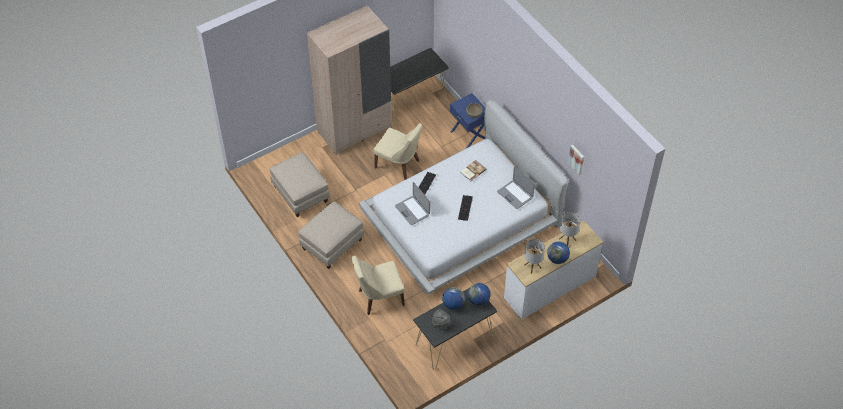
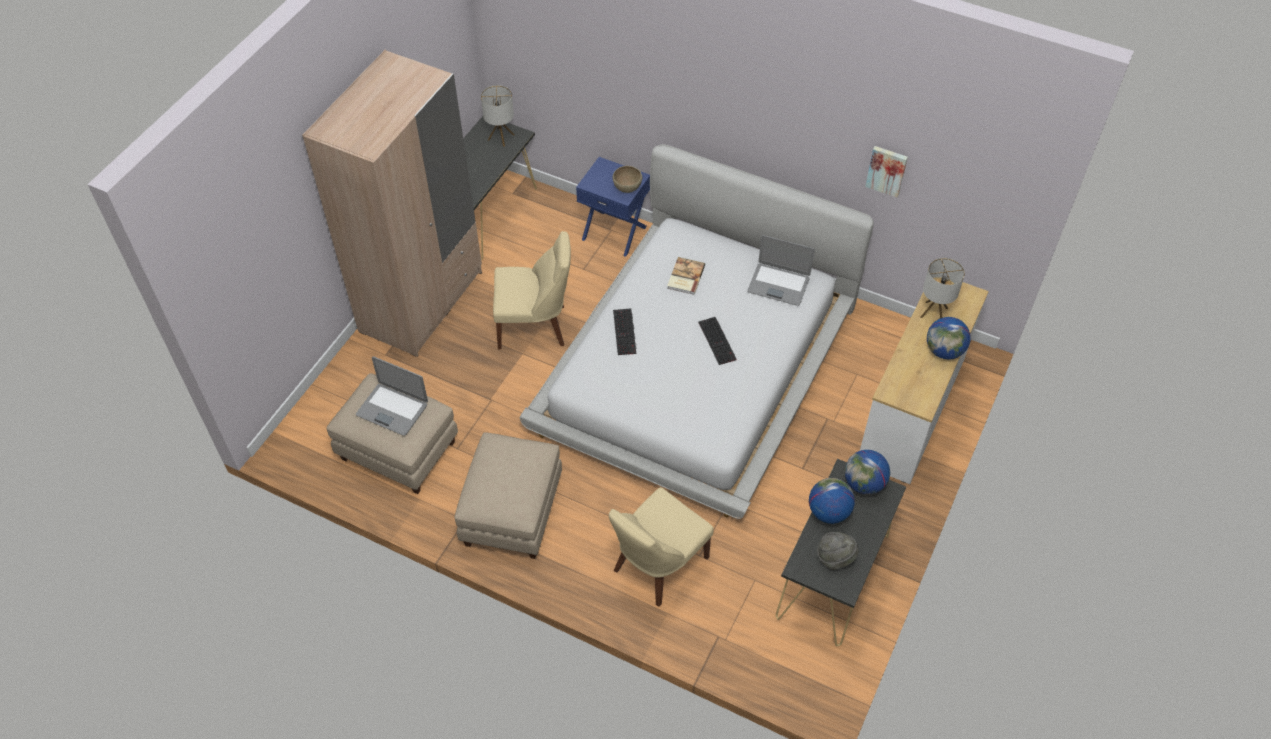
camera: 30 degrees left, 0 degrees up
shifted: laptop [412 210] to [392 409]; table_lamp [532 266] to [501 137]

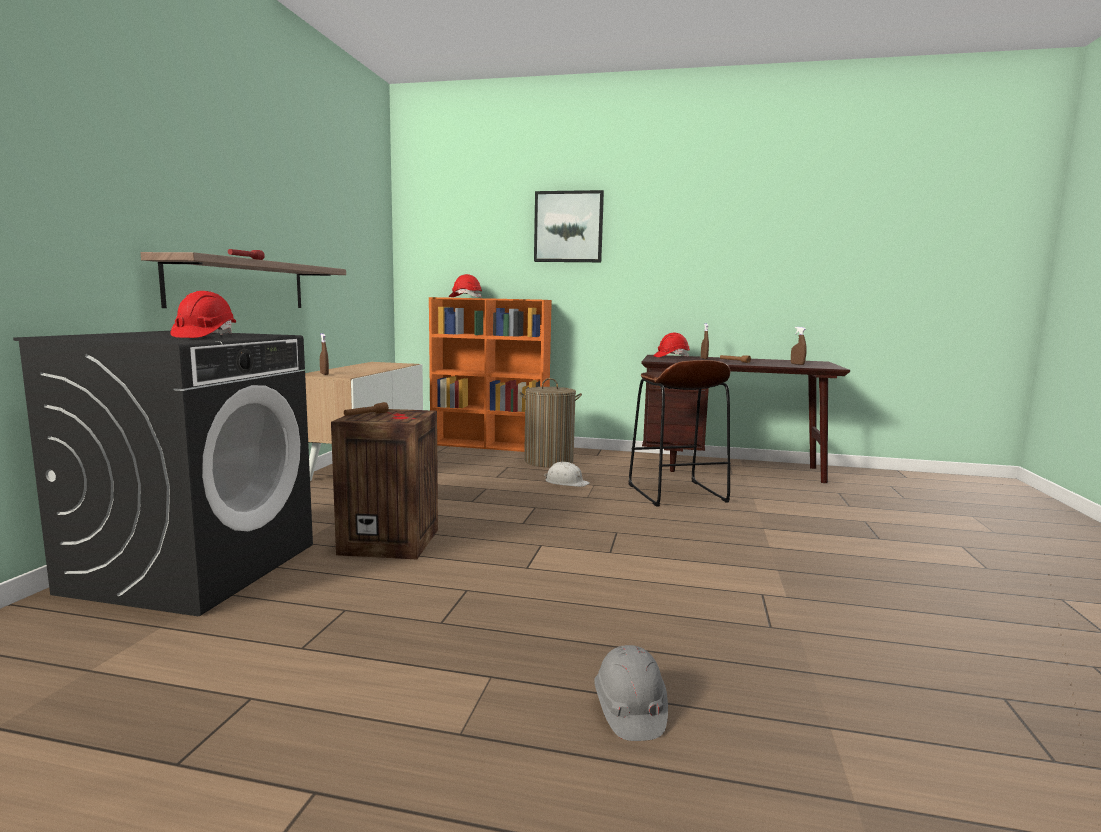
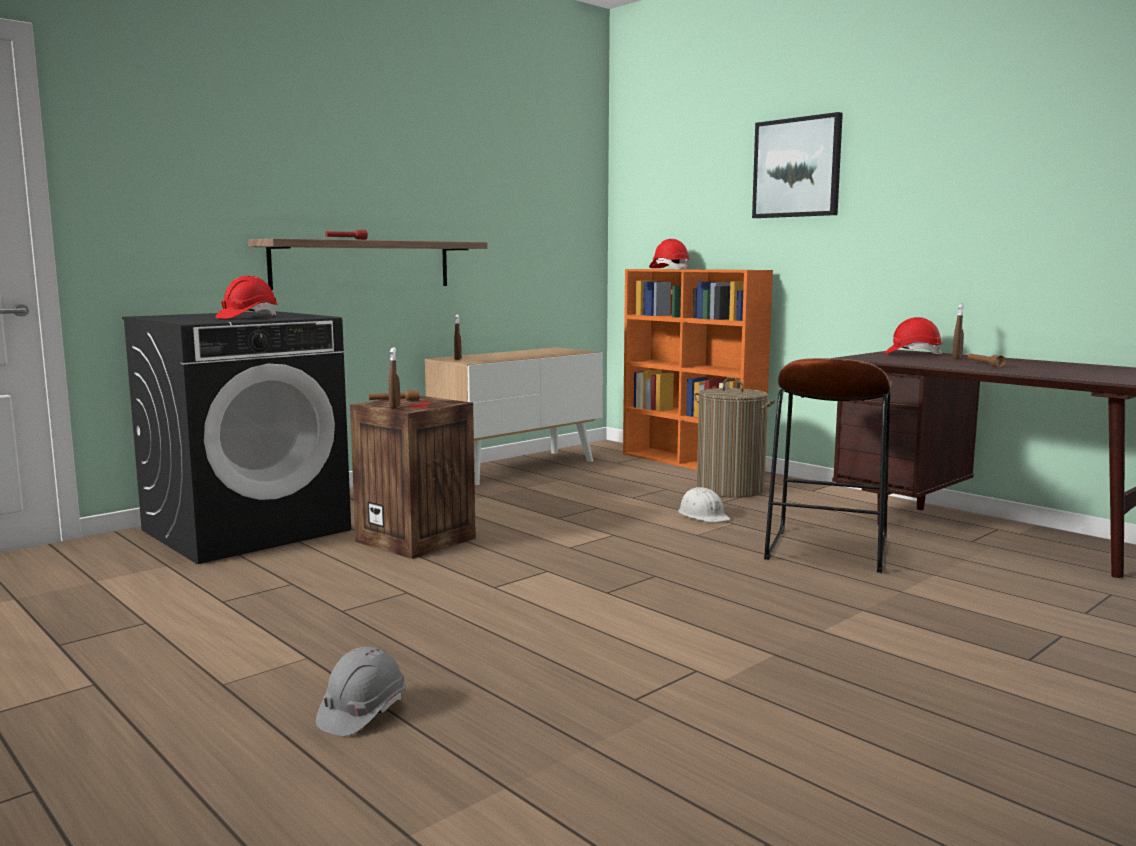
camera: 35 degrees right, 0 degrees up
shifted: brown_spray_bottle [797 364] to [394 407]

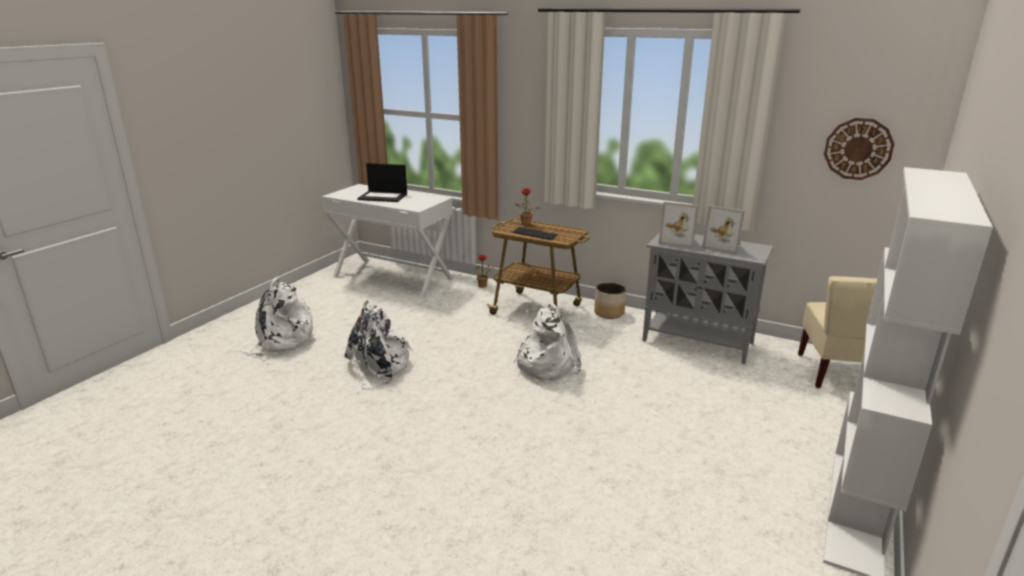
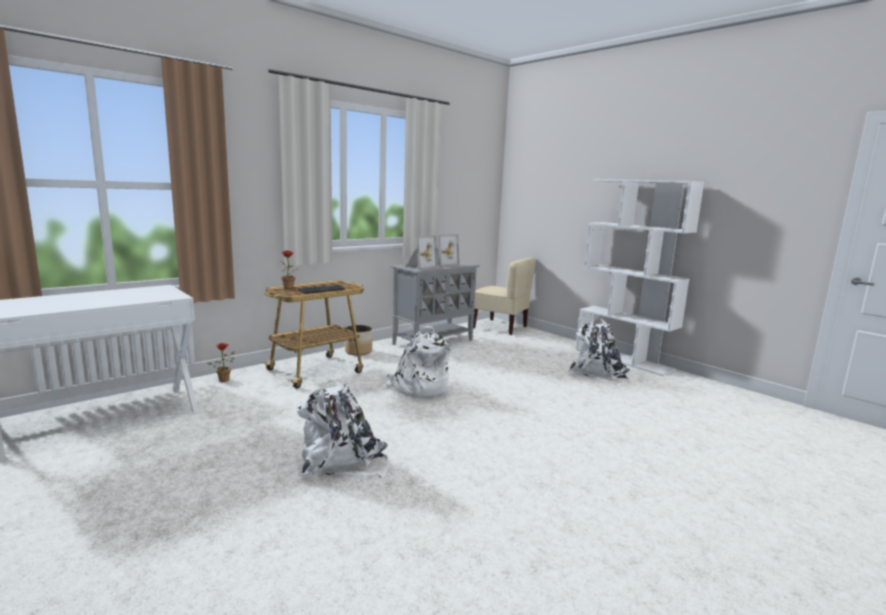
camera: 70 degrees left, 10 degrees down
gone: laptop [383 197]; wall_clock [858 149]
shifted: white_backpack [281 341] to [598 374]

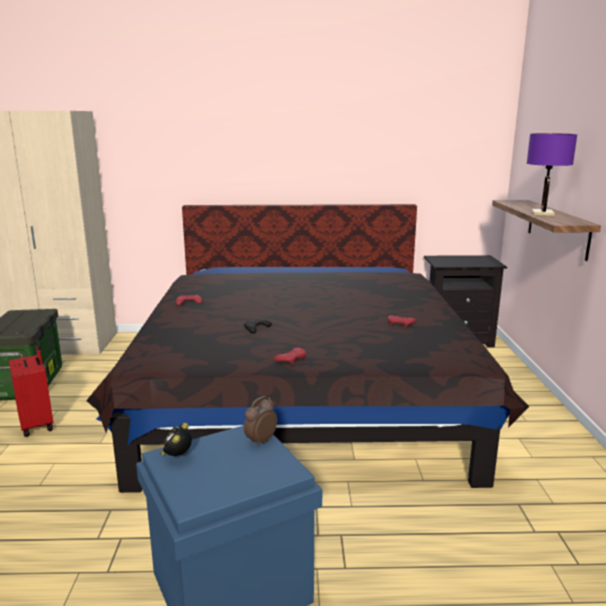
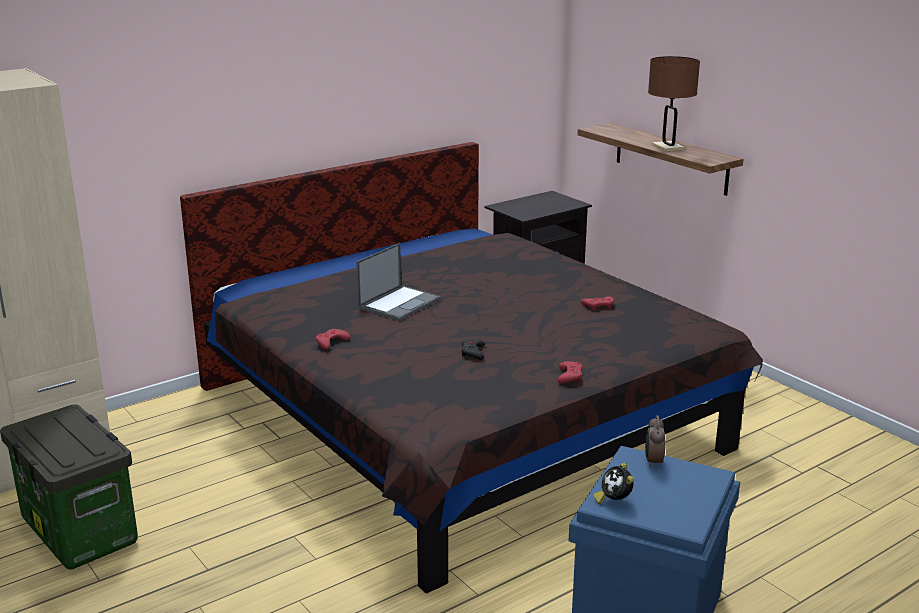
camera: 35 degrees left, 5 degrees up
gone: red_suitcase [38 425]
new: laptop [400 303]
repainted: purple_table_lamp [542 213] to brown_table_lamp [667 147]

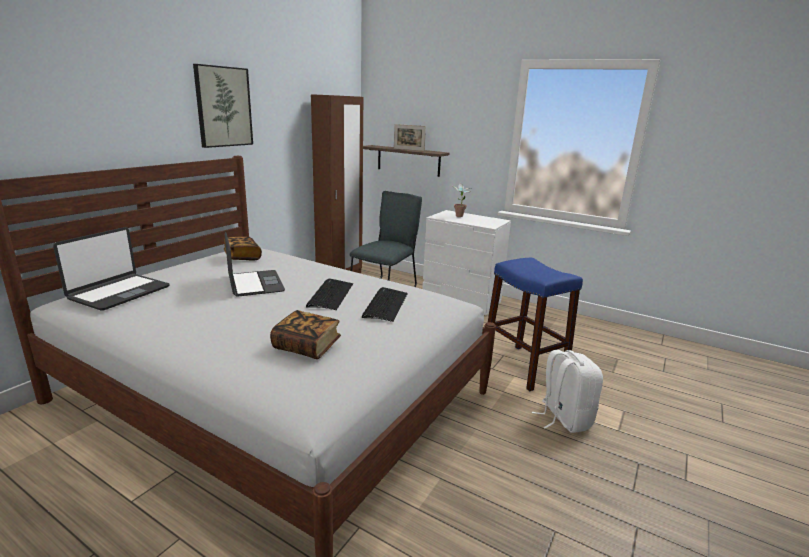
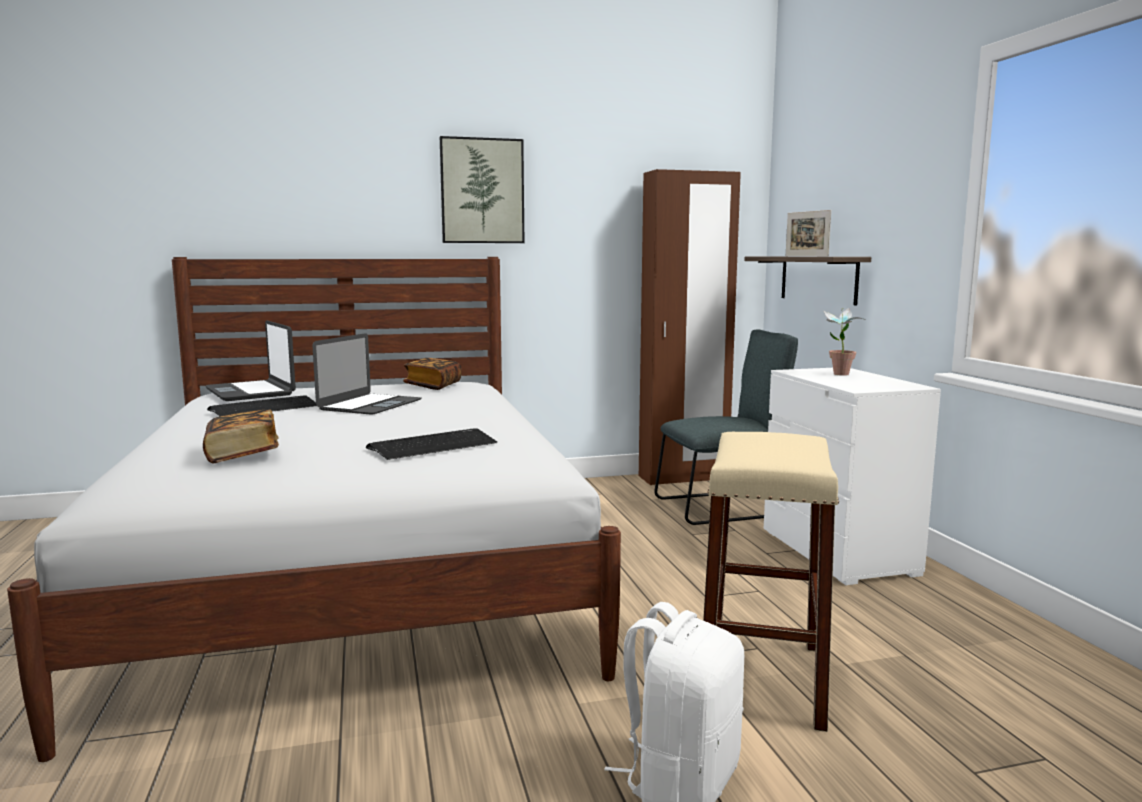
camera: 45 degrees right, 10 degrees down
shifted: keyboard [330 295] to [265 408]
repainted: blue_stool [523 367] to beige_stool [762 678]
rotated: laptop [119 293] = [251 392] 75 degrees clockwise

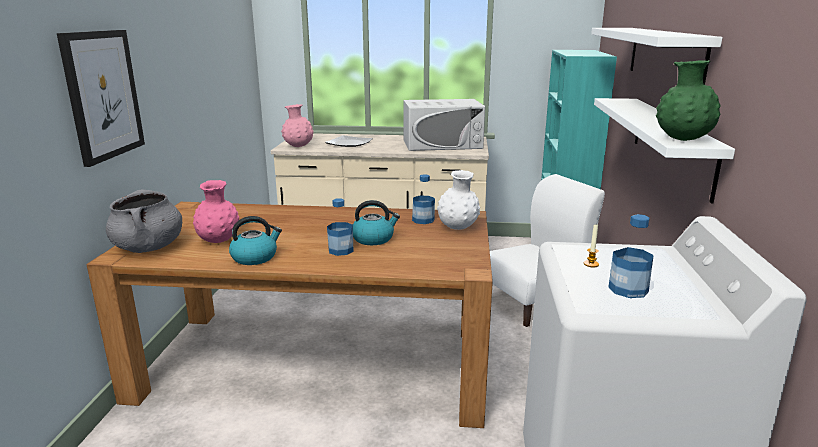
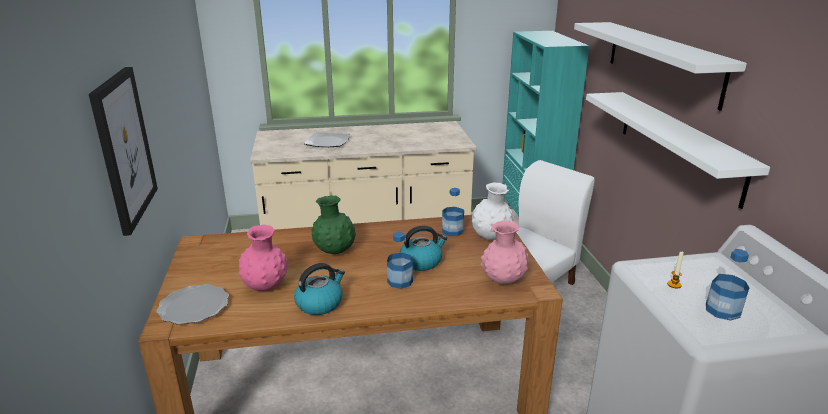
camera: 15 degrees left, 5 degrees up
gone: white_microwave [442 144]
shifted: pink_vase [298 147] to [503 281]; green_vase [683 140] to [334 251]
swapped: grey_cooking_pot [149 247] to plate [194 307]

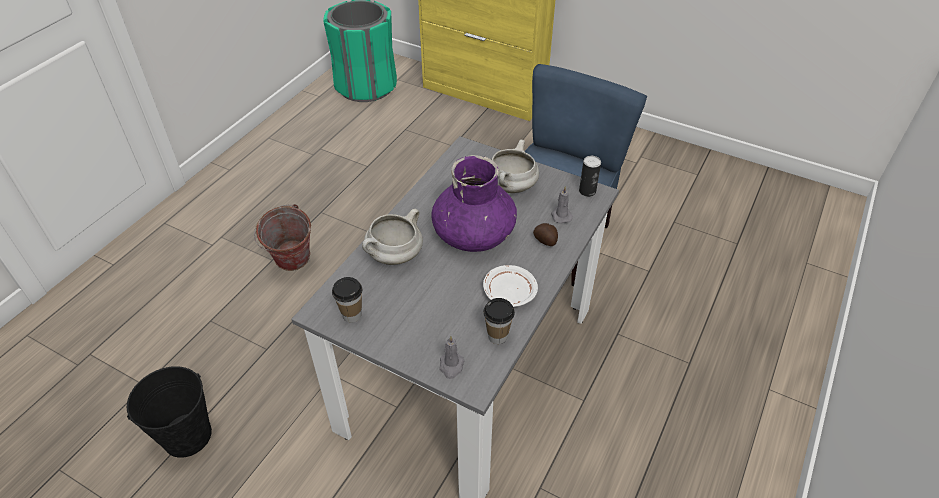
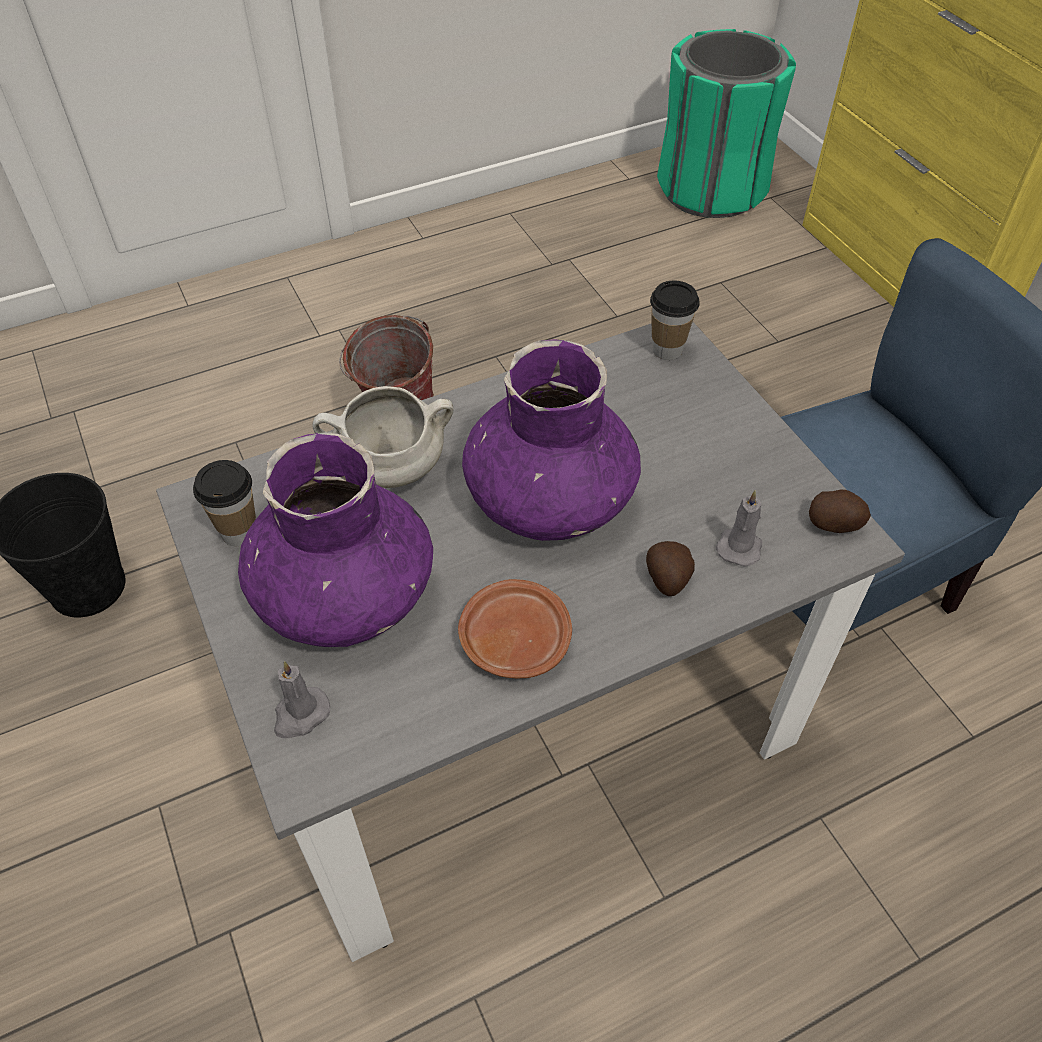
camera: 35 degrees right, 5 degrees up
gone: white_cooking_pot [511 187]
new: purple_vase [345 596]
shifted: cup [497 336] to [667 350]
swapped: can [587 191] to potato [834 525]
repainted: white_plate [509 292] to brown_plate [514 639]

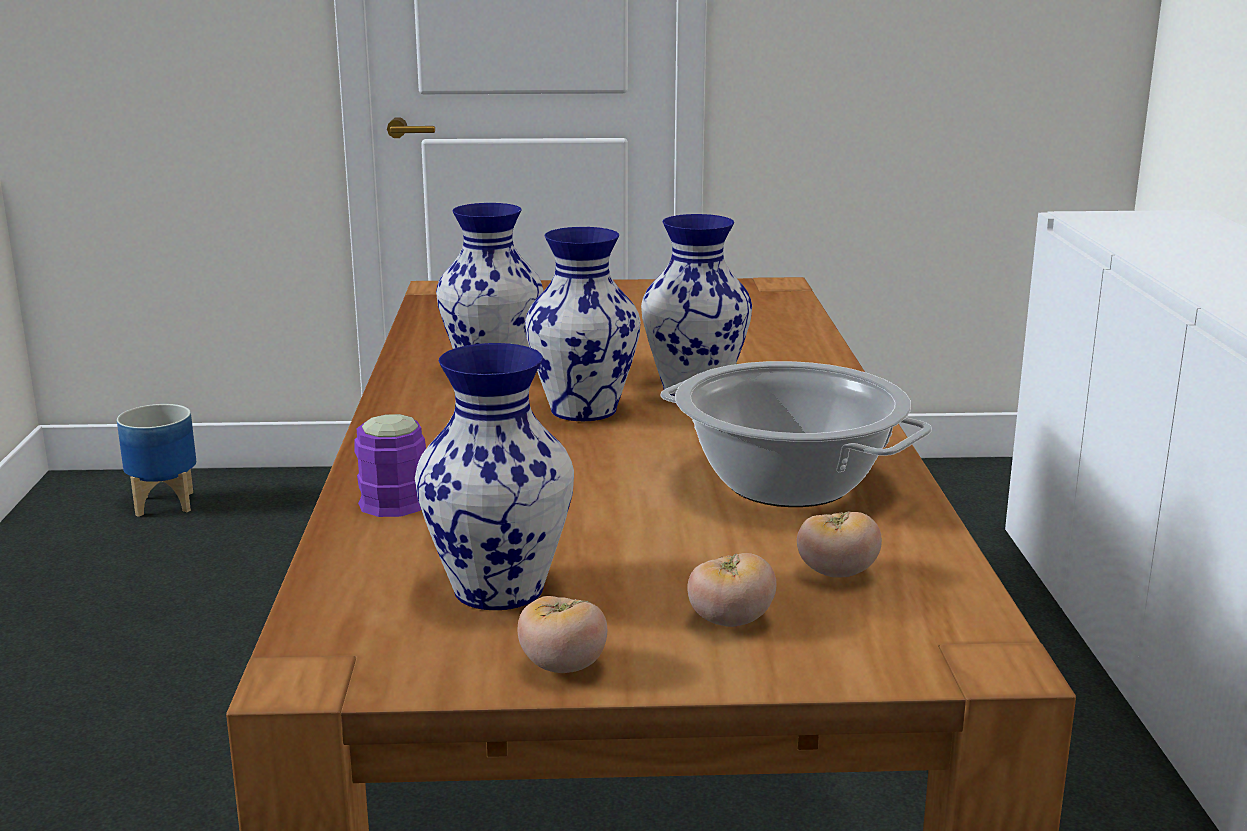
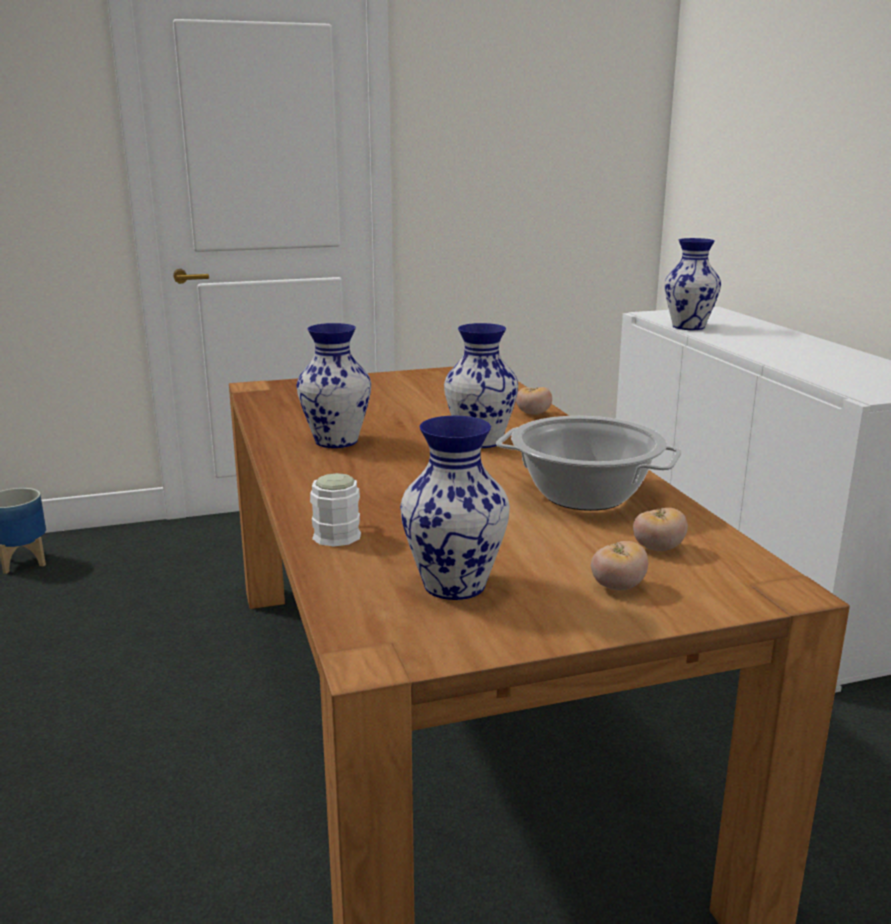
camera: 15 degrees left, 0 degrees up
shifted: tomato [563 666] to [533 414]; vase [585 410] to [689 327]
repainted: purple_mug [399 497] to white_mug [338 531]

